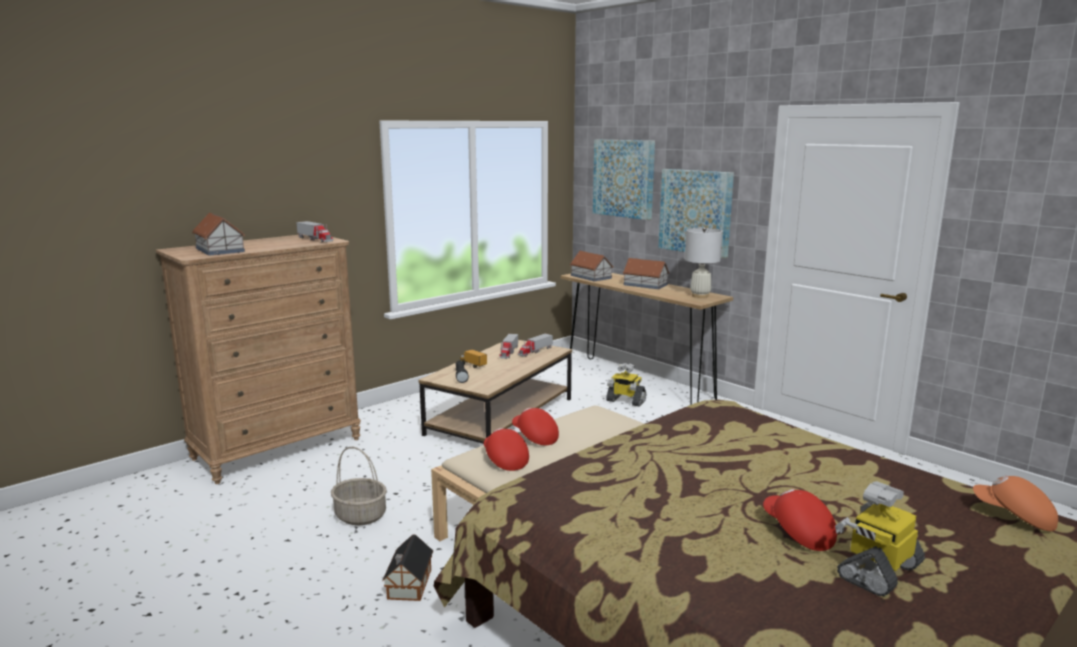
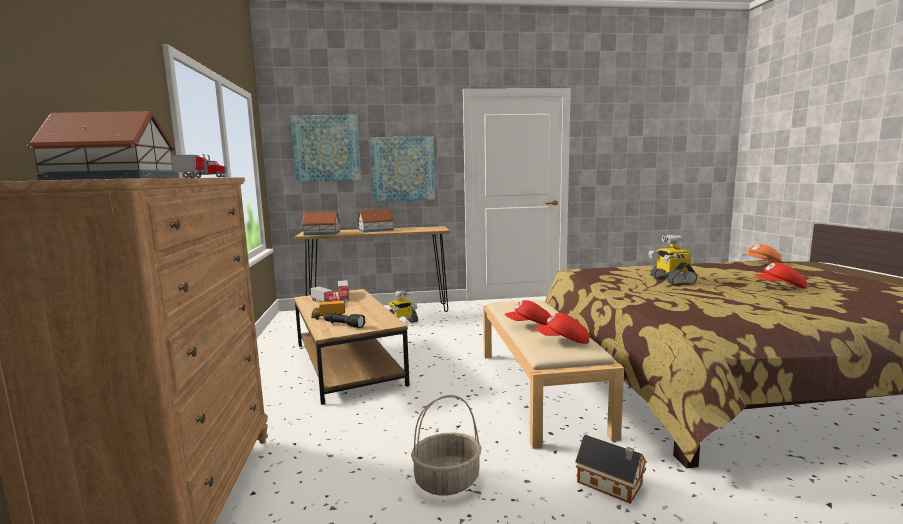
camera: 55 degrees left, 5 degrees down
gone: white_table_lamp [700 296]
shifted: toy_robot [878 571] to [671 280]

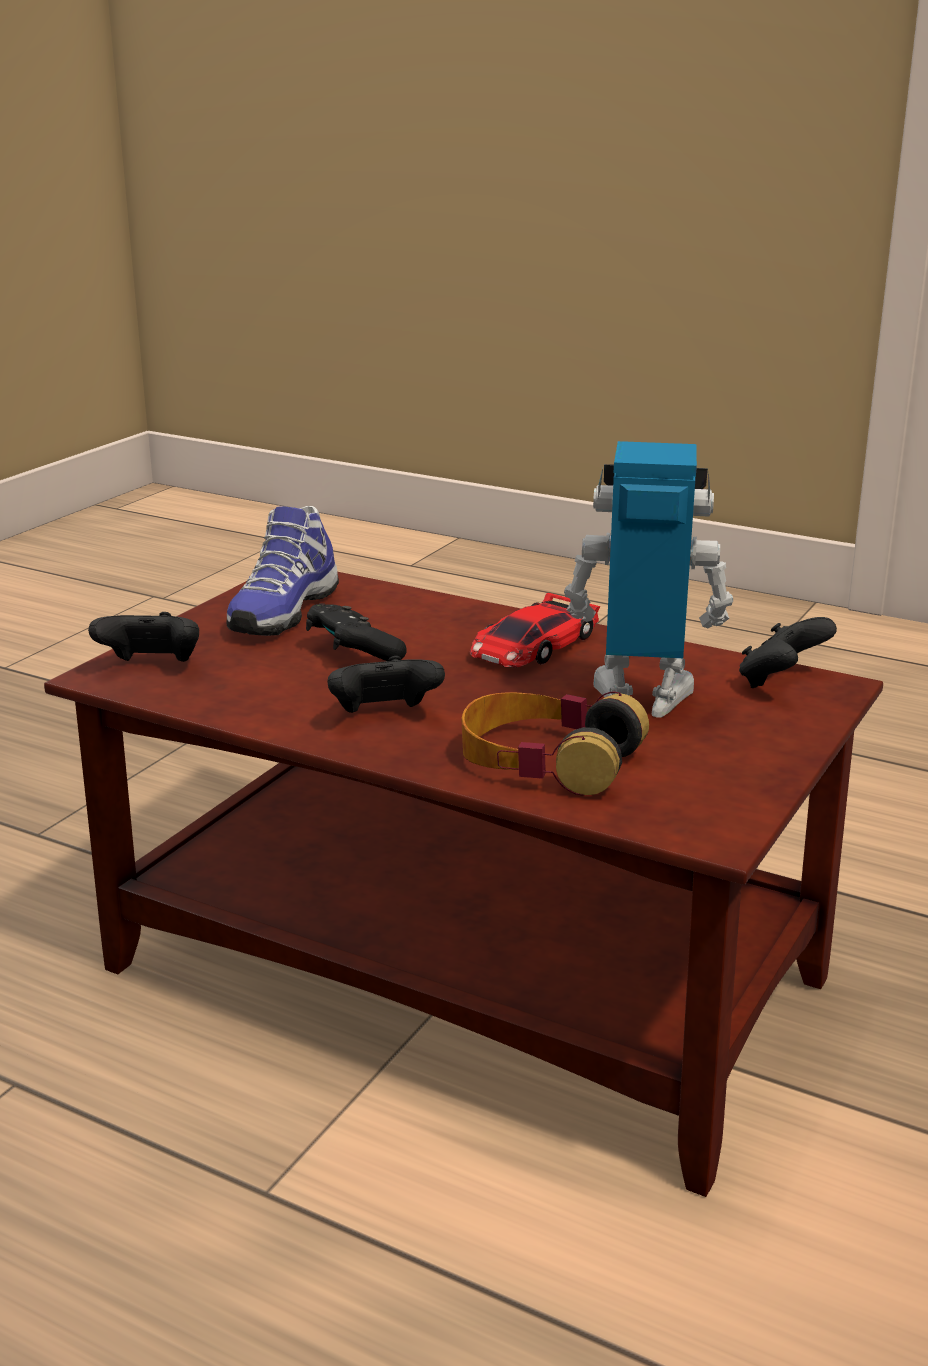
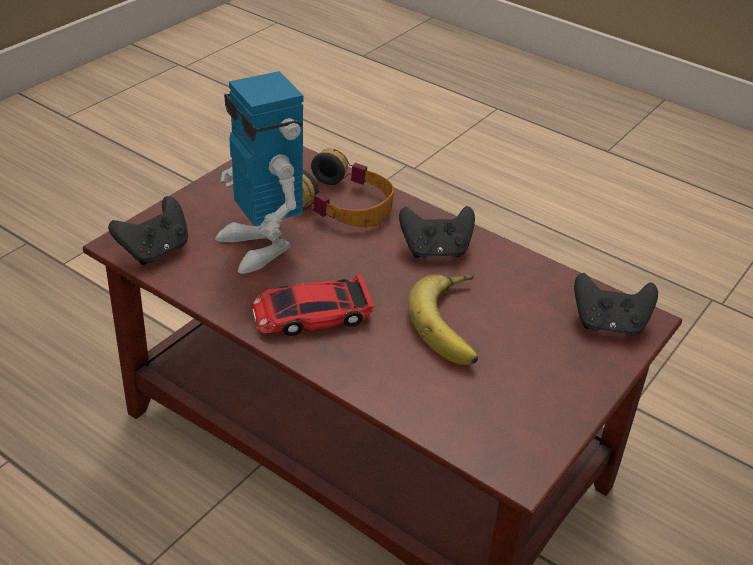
camera: 175 degrees left, 15 degrees up
gone: shoe [281 612]
swapped: black_game_controller [353 652] to banana [456 324]
rotated: toy_car [534 646] = [312 315] 150 degrees counterclockwise; toy_robot [642 699] = [261 246] 45 degrees clockwise

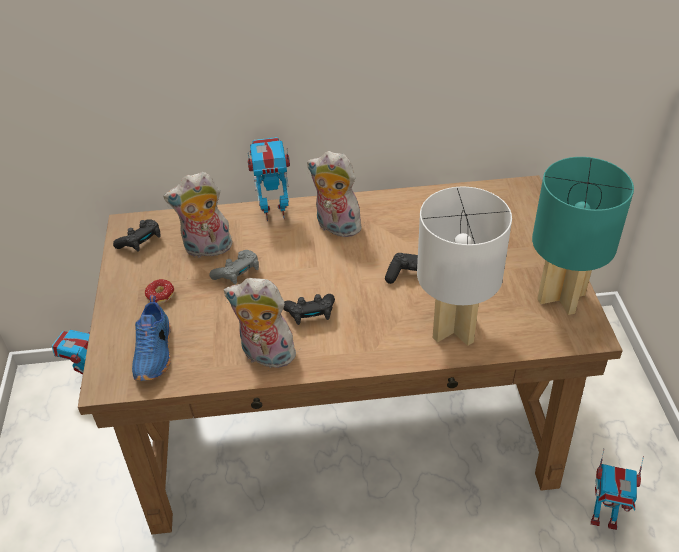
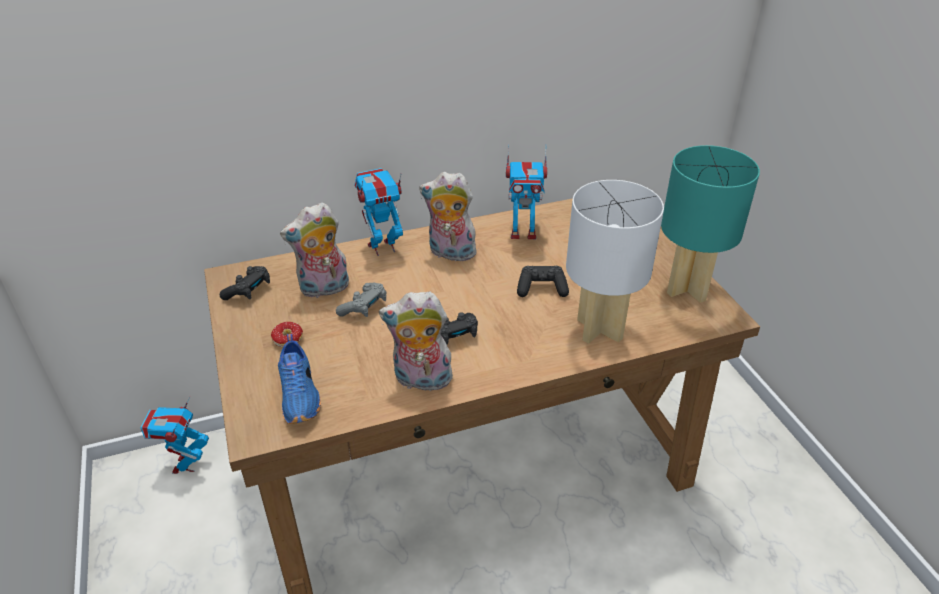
camera: 15 degrees left, 5 degrees down
shifted: toy_robot [604 517] to [523 233]

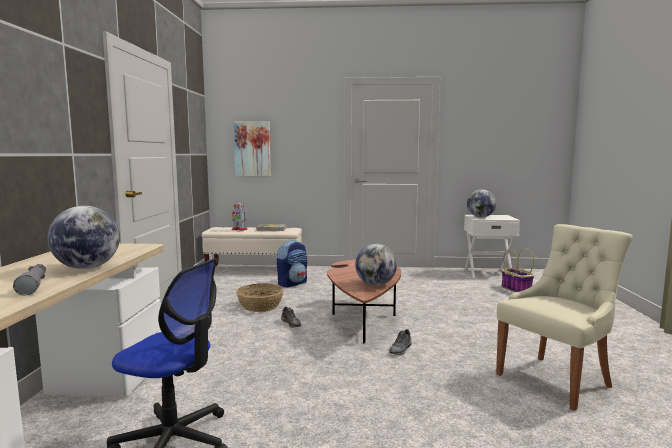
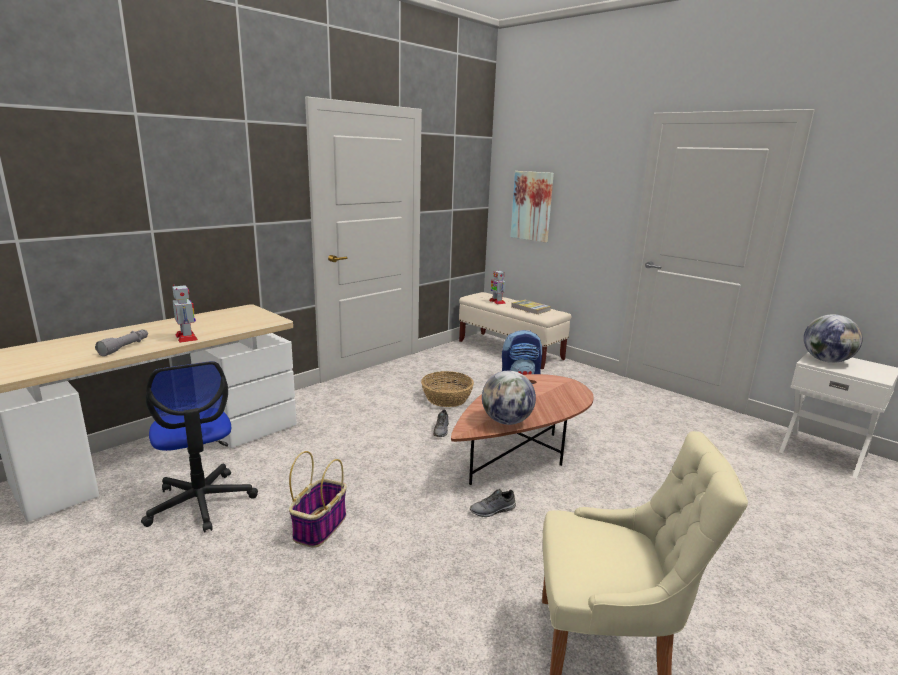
camera: 40 degrees right, 10 degrees up
shifted: basket [515 289] to [320 526]
swapped: globe [87 268] to toy_robot [187 337]

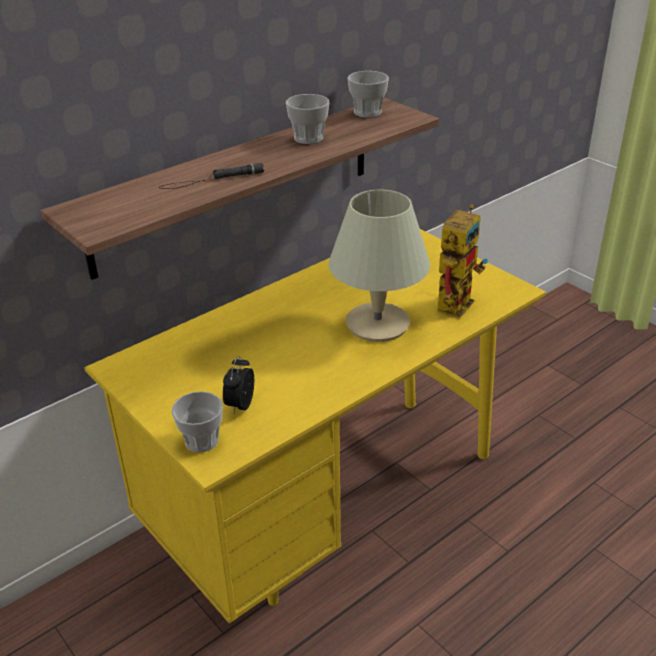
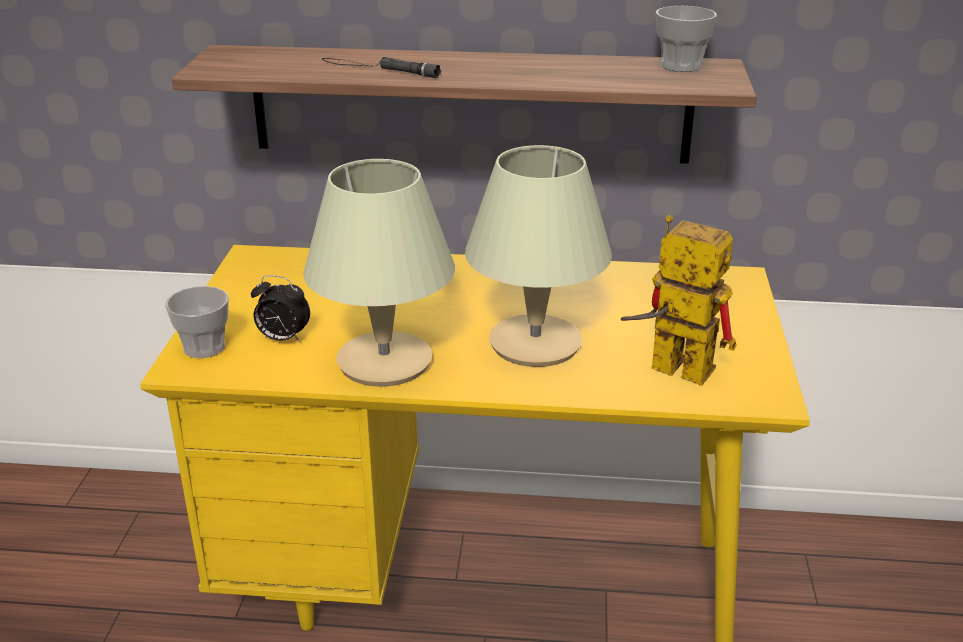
camera: 45 degrees right, 5 degrees down
gone: cup [308 138]
new: beige_table_lamp [385 362]
rotated: alarm_clock [240 405] = [282 339] 135 degrees counterclockwise; toy_robot [455 300] = [667 367] 135 degrees counterclockwise

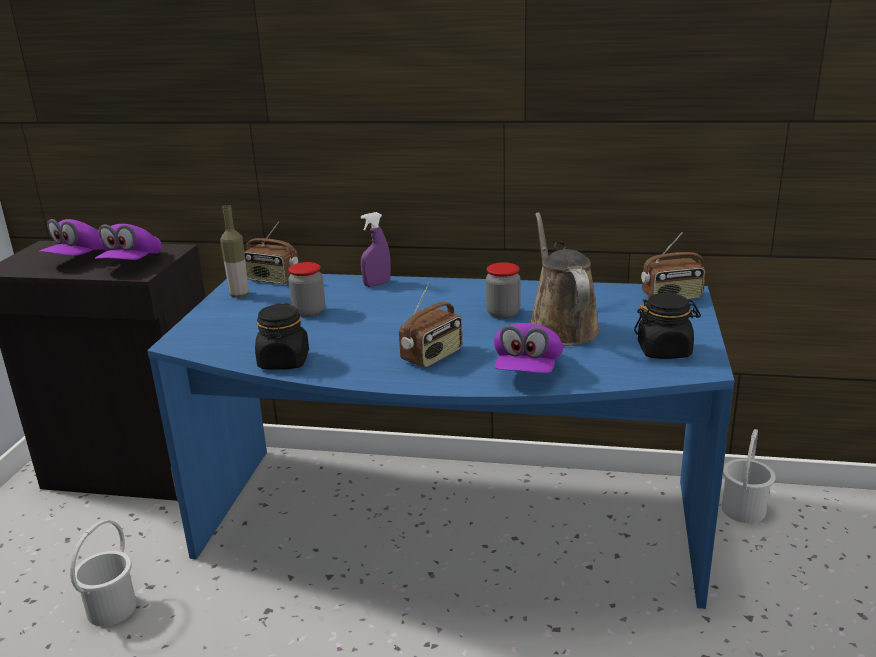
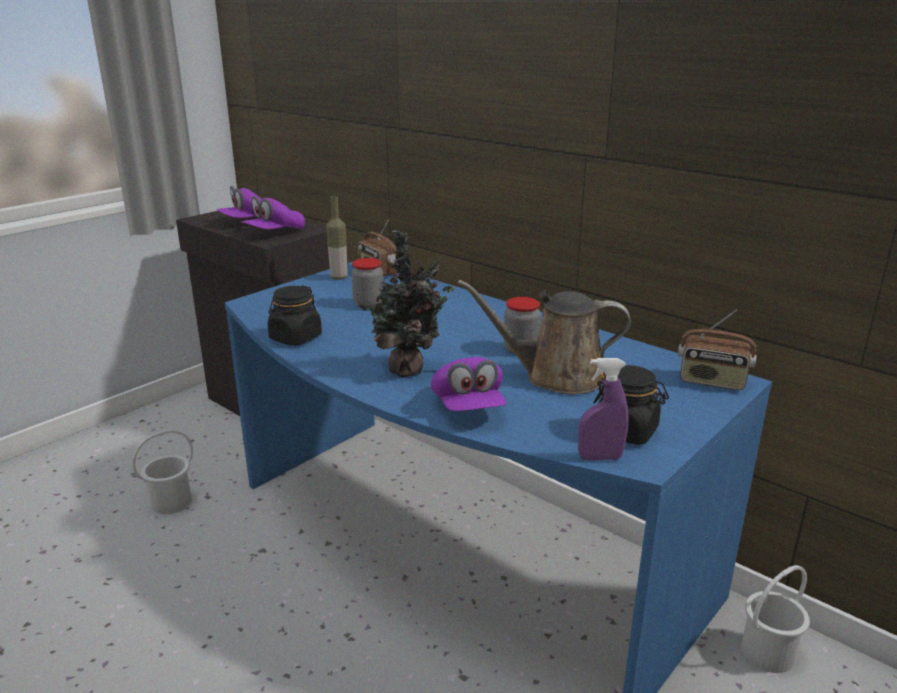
camera: 30 degrees right, 0 degrees up
shifted: purple_spray_bottle [377 284] to [600 458]
swapped: radio [432 356] to potted_plant [408 369]
rotated: purple_cap [527 371] = [467 407] 60 degrees counterclockwise; brown_watering_can [560 327] = [556 377] 105 degrees counterclockwise

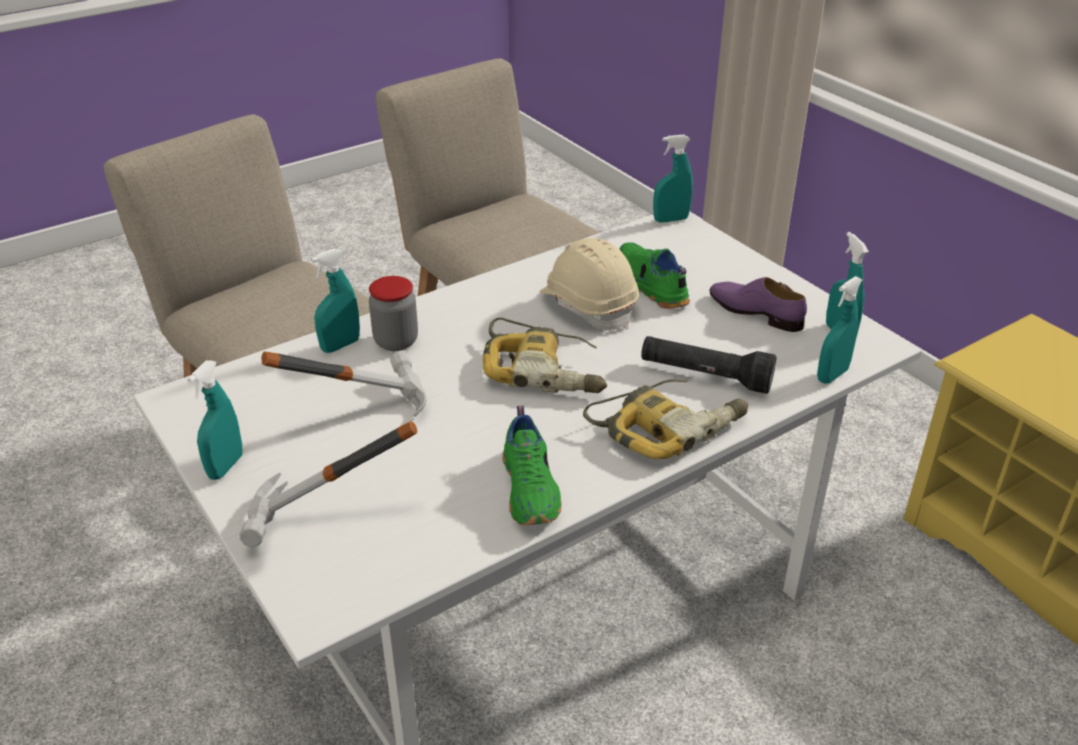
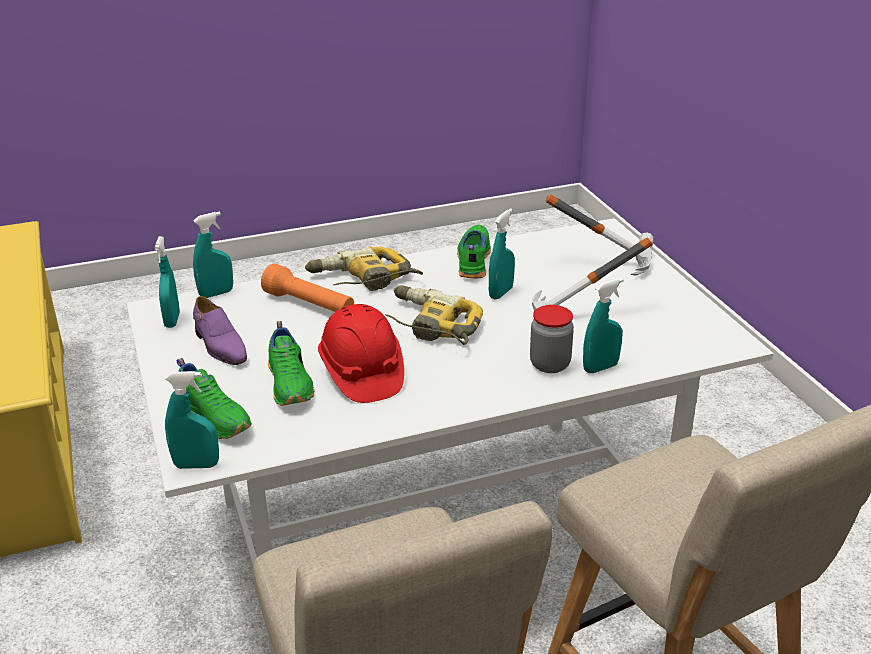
camera: 165 degrees left, 5 degrees down
new: green_shoe [215 417]
shifted: turquoise_spray_bottle [225 466] to [501 293]
repainted: beige_hard_hat [588 305] to red_hard_hat [361 373]; black_flashlight [705 376] to orange_flashlight [309 305]

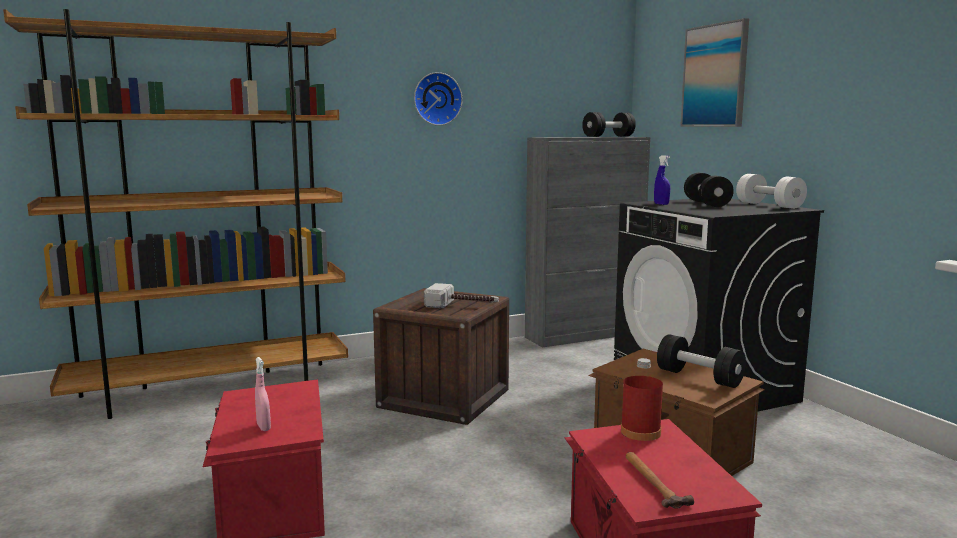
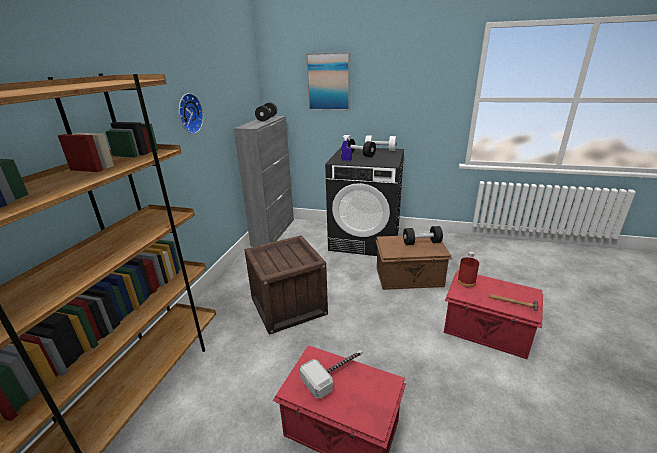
camera: 50 degrees left, 15 degrees up
gone: pink_spray_bottle [263 427]
shifted: hammer [462 306] to [335 372]

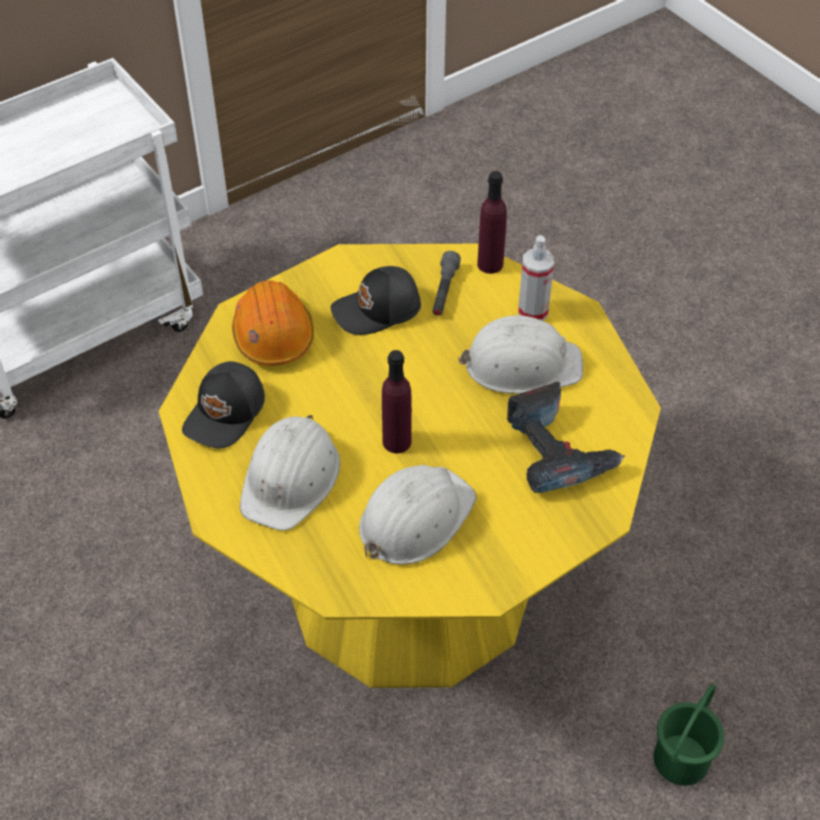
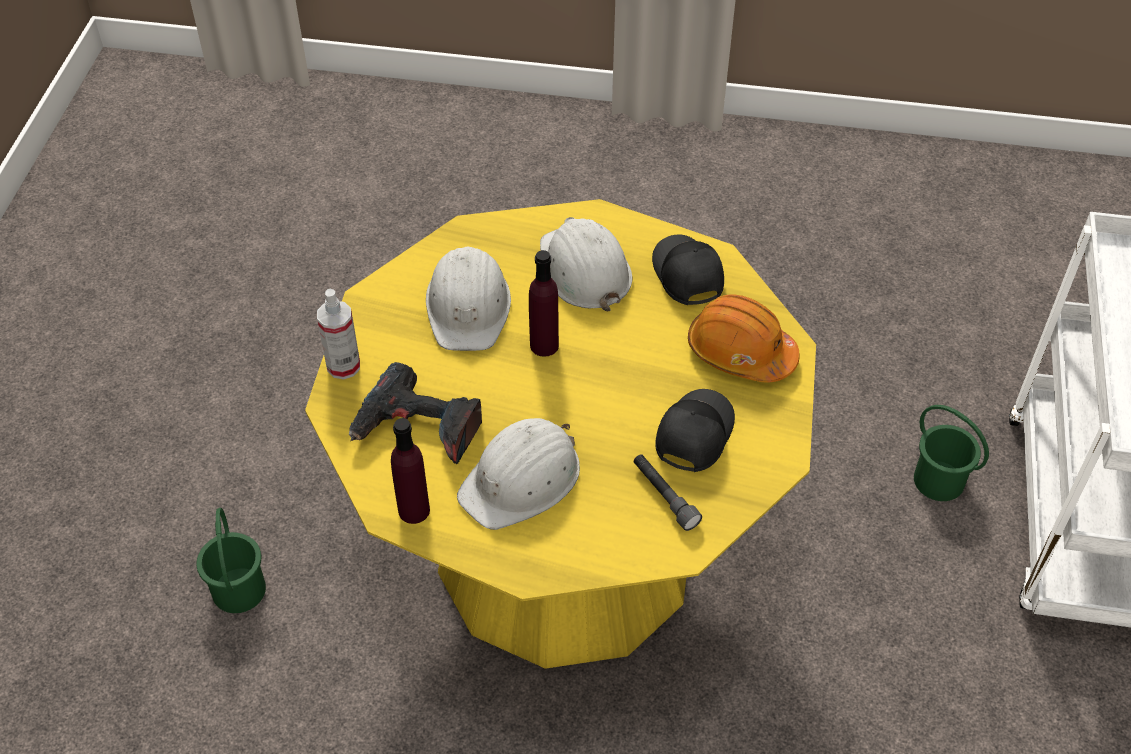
camera: 135 degrees right, 0 degrees up
new: green_bucket [939 479]
shifted: purple_bottle [490 264] to [414 510]; spray_bottle [533 311] to [343 366]

